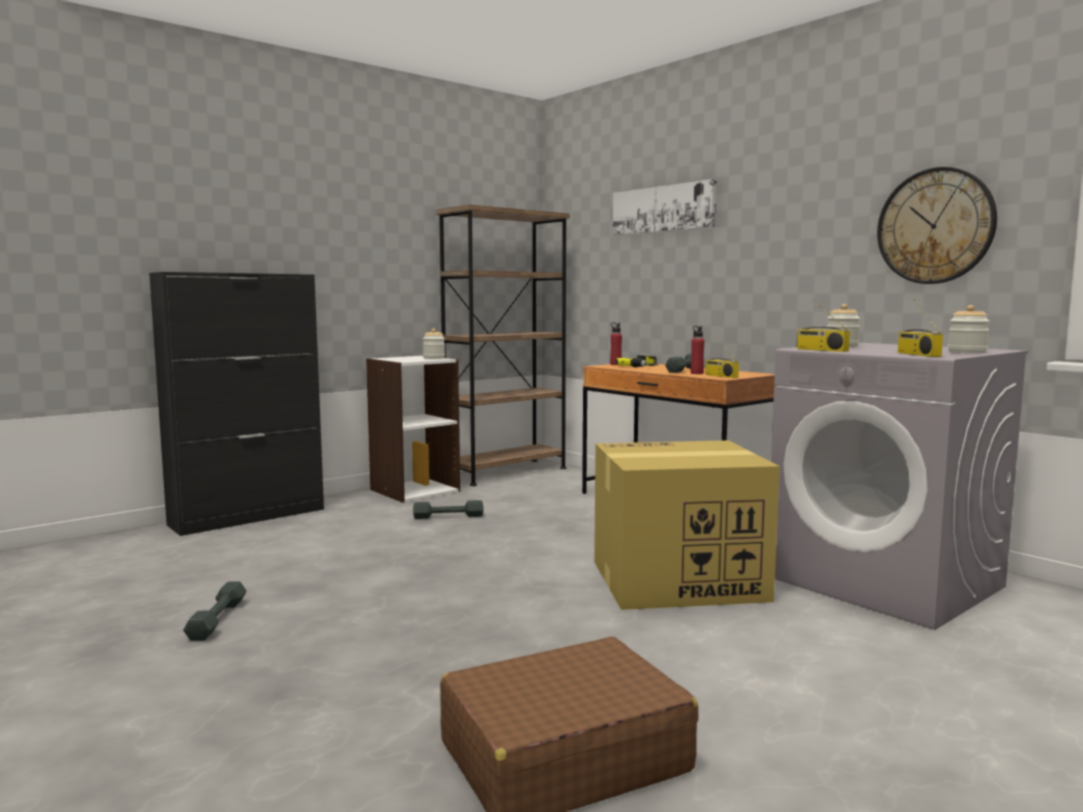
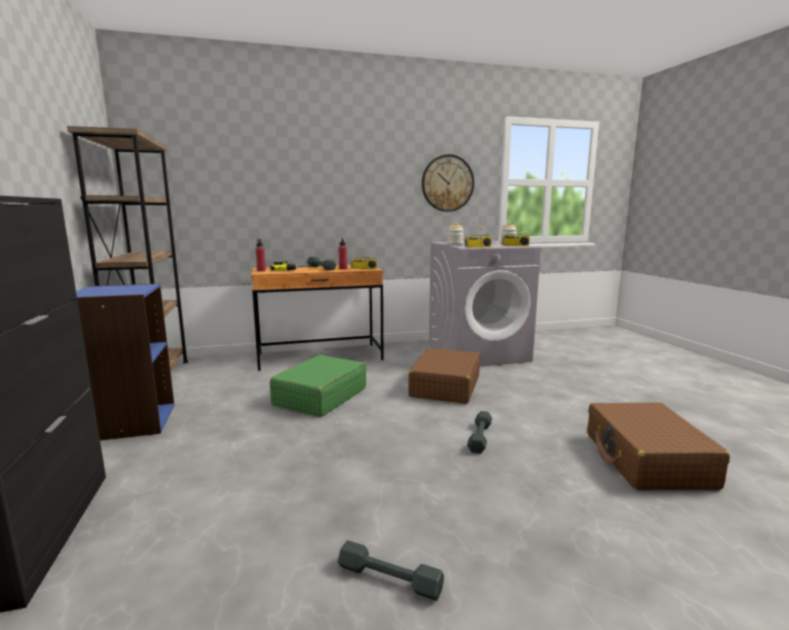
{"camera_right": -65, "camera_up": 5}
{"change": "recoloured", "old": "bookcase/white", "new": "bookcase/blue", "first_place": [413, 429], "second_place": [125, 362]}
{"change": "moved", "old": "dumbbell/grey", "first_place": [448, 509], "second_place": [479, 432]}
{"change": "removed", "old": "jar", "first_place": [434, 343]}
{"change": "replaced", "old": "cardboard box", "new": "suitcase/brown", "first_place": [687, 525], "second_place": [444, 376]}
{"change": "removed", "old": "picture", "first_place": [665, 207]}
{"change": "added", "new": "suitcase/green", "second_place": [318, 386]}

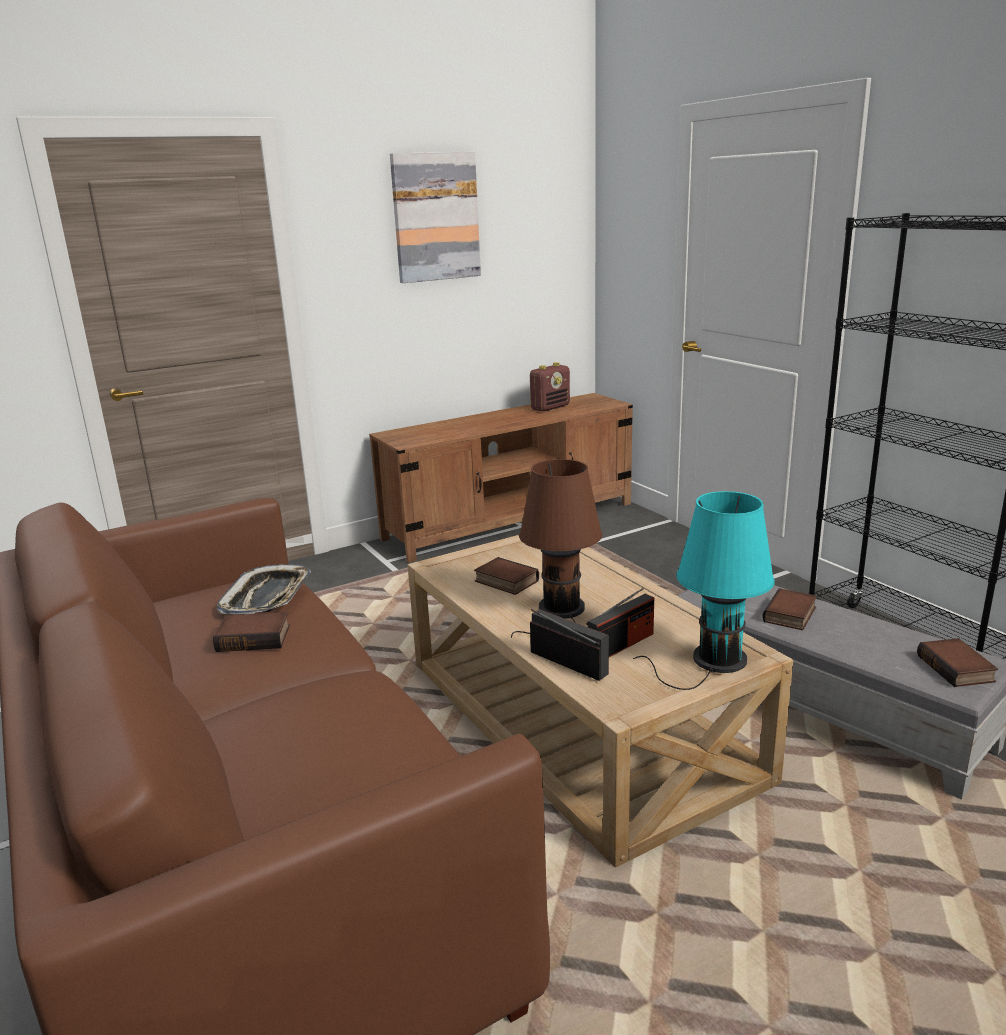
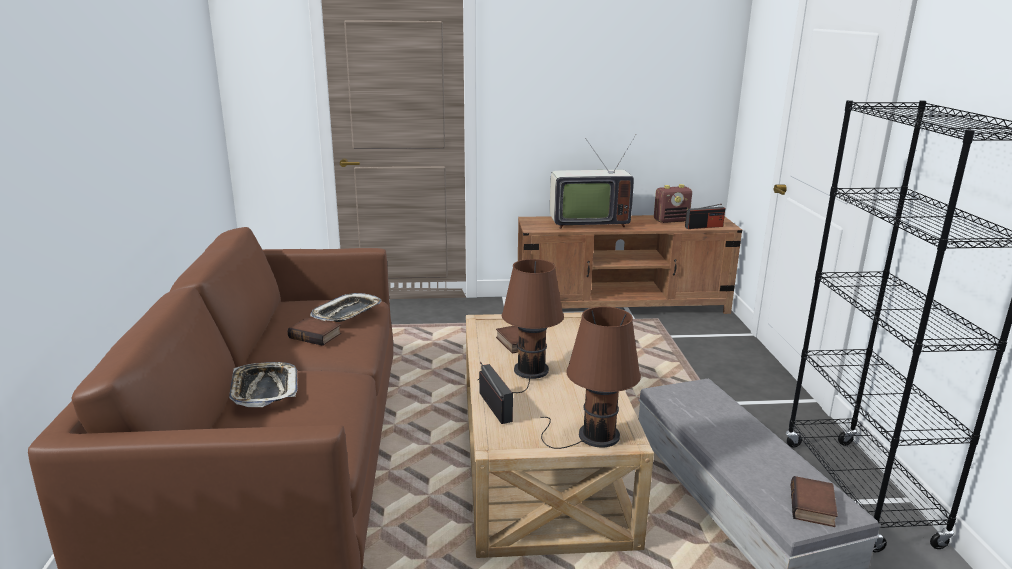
{"camera_right": 25, "camera_up": 0}
{"change": "removed", "old": "picture", "first_place": [435, 217]}
{"change": "moved", "old": "radio", "first_place": [620, 622], "second_place": [705, 216]}
{"change": "recoloured", "old": "table lamp/turquoise", "new": "table lamp/brown", "first_place": [704, 590], "second_place": [590, 378]}
{"change": "removed", "old": "book", "first_place": [789, 609]}
{"change": "added", "new": "tray", "second_place": [263, 384]}
{"change": "added", "new": "television", "second_place": [593, 182]}

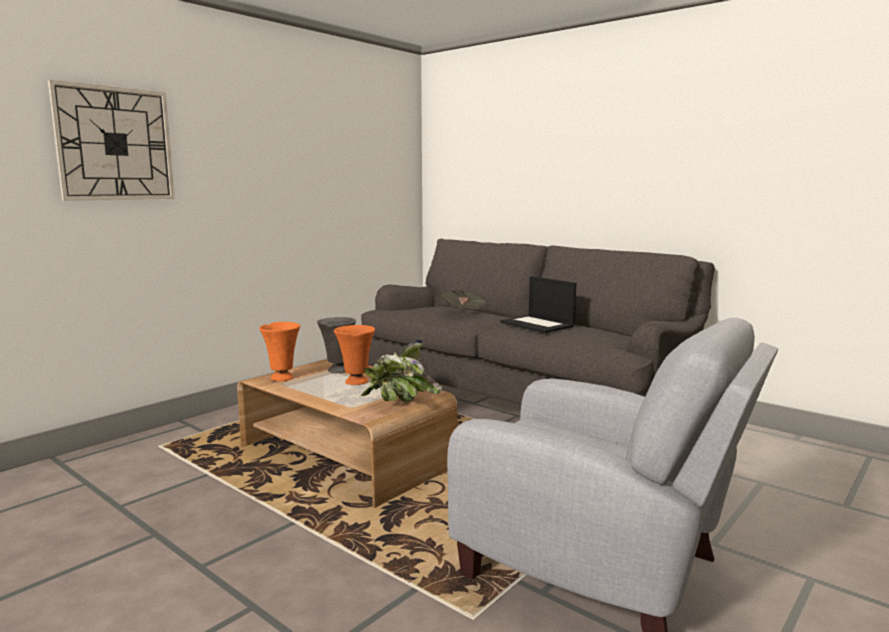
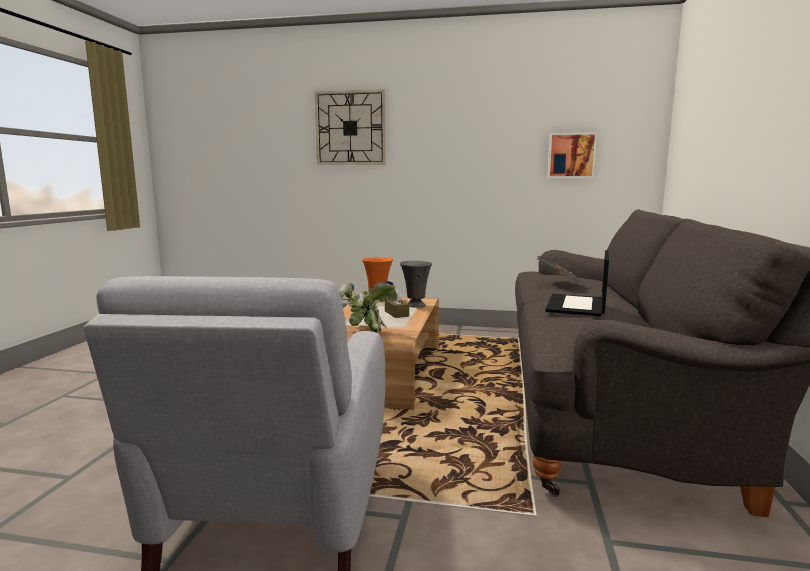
{"camera_right": 60, "camera_up": 0}
{"change": "replaced", "old": "vase/orange", "new": "tissue box/brown", "first_place": [354, 355], "second_place": [397, 304]}
{"change": "added", "new": "picture", "second_place": [572, 155]}

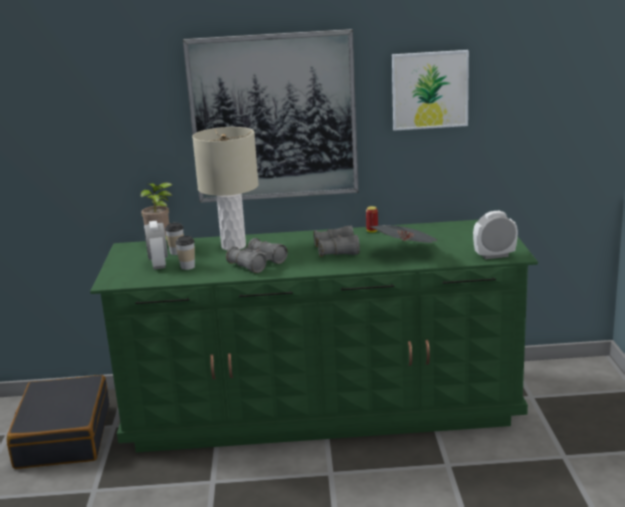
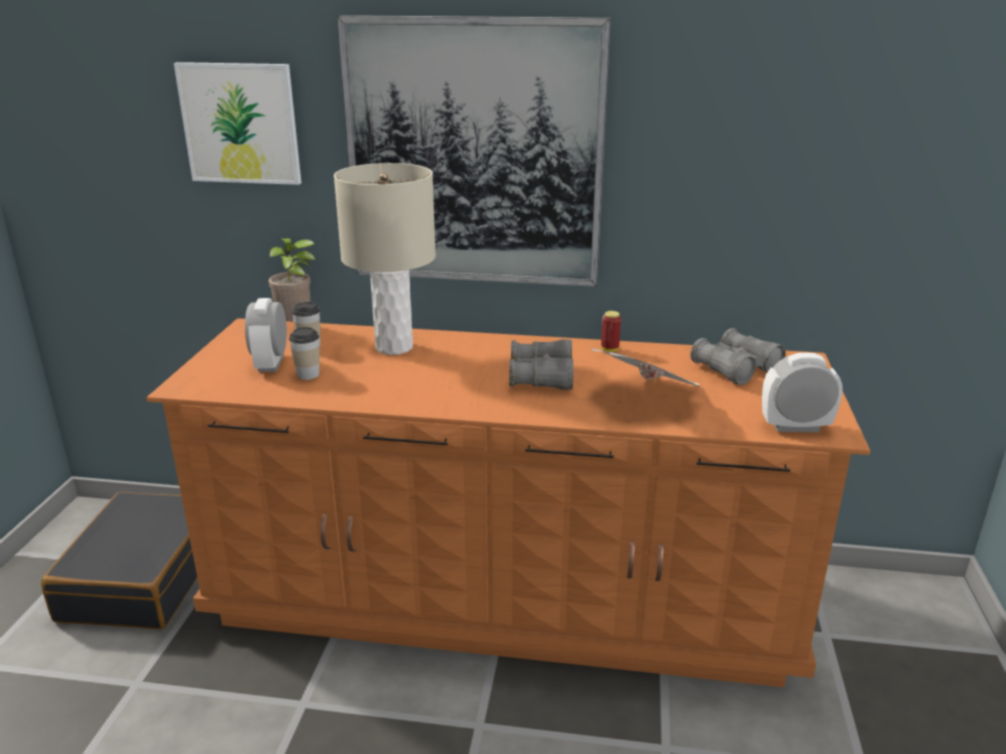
{"camera_right": 10, "camera_up": 5}
{"change": "recoloured", "old": "dresser/green", "new": "dresser/orange", "first_place": [314, 336], "second_place": [508, 502]}
{"change": "moved", "old": "binoculars/grey", "first_place": [257, 255], "second_place": [738, 356]}
{"change": "moved", "old": "picture", "first_place": [430, 90], "second_place": [237, 123]}

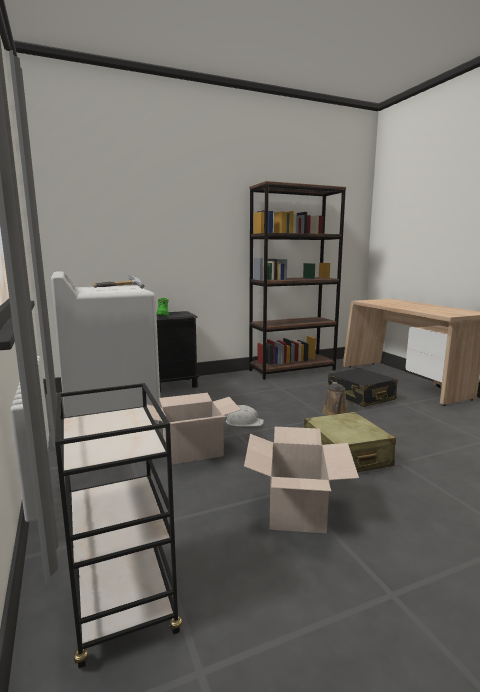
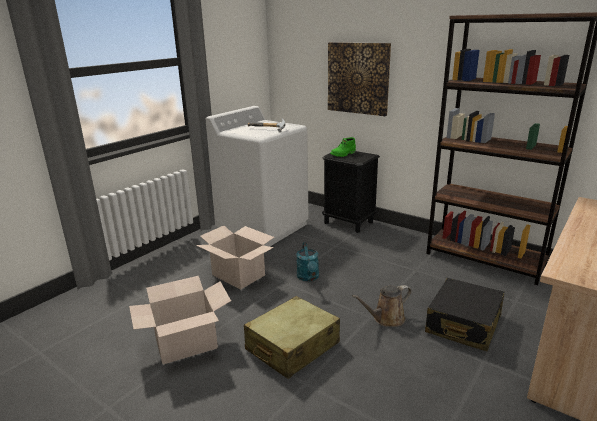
{"camera_right": 60, "camera_up": 10}
{"change": "removed", "old": "cart/black", "first_place": [118, 525]}
{"change": "replaced", "old": "hard hat/white", "new": "watering can/turquoise", "first_place": [243, 416], "second_place": [307, 261]}
{"change": "added", "new": "picture", "second_place": [359, 79]}

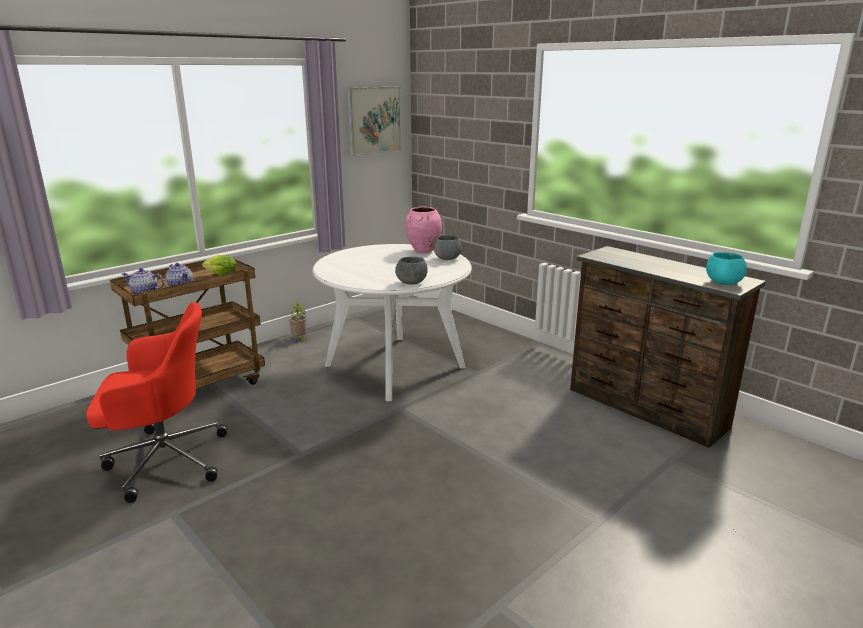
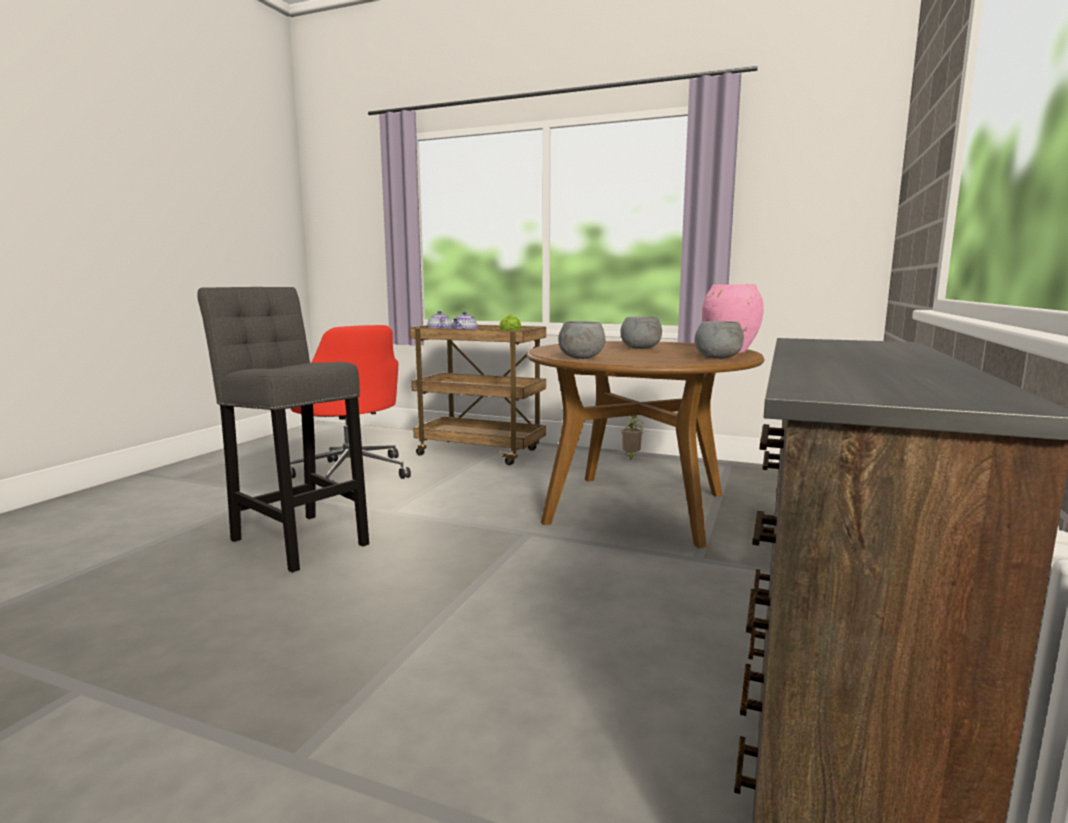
{"camera_right": 65, "camera_up": -10}
{"change": "recoloured", "old": "dining table/white", "new": "dining table/brown", "first_place": [392, 322], "second_place": [646, 444]}
{"change": "removed", "old": "picture", "first_place": [374, 121]}
{"change": "removed", "old": "bowl/turquoise", "first_place": [726, 268]}
{"change": "added", "new": "stool/grey", "second_place": [283, 429]}
{"change": "added", "new": "bowl/grey", "second_place": [641, 332]}

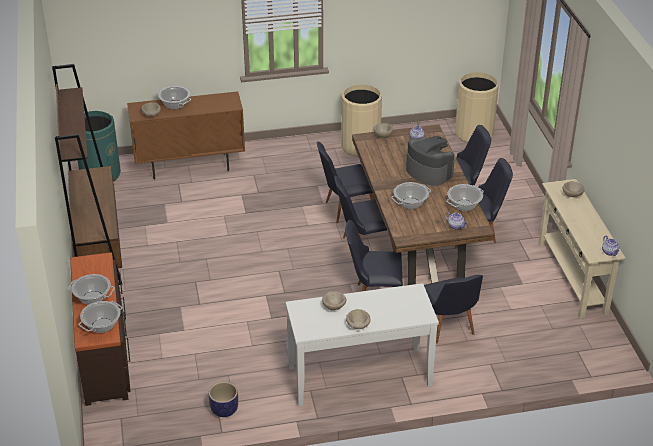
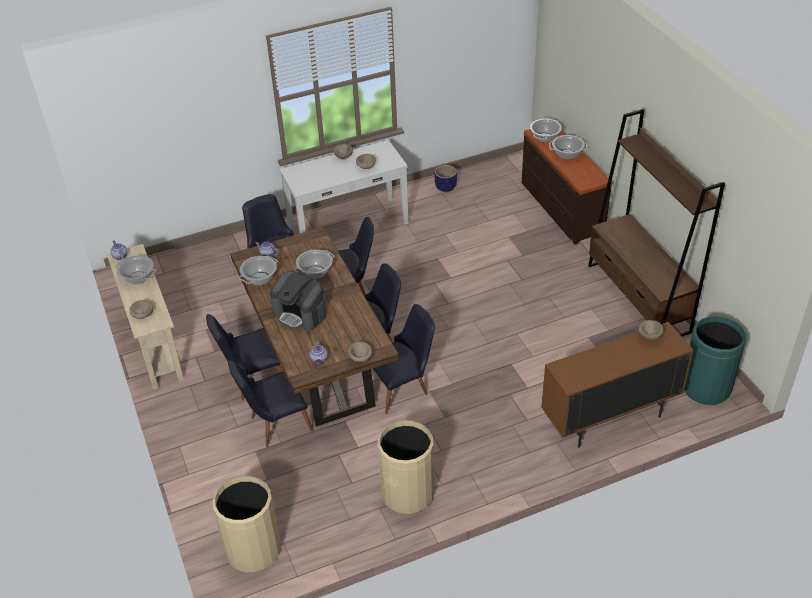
{"camera_right": 170, "camera_up": 5}
{"change": "moved", "old": "cooking pot", "first_place": [174, 97], "second_place": [135, 269]}

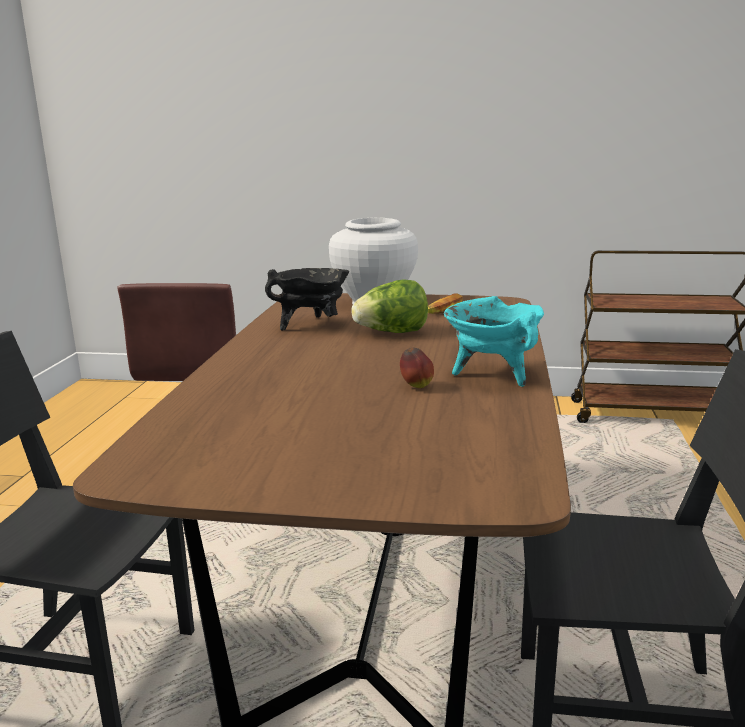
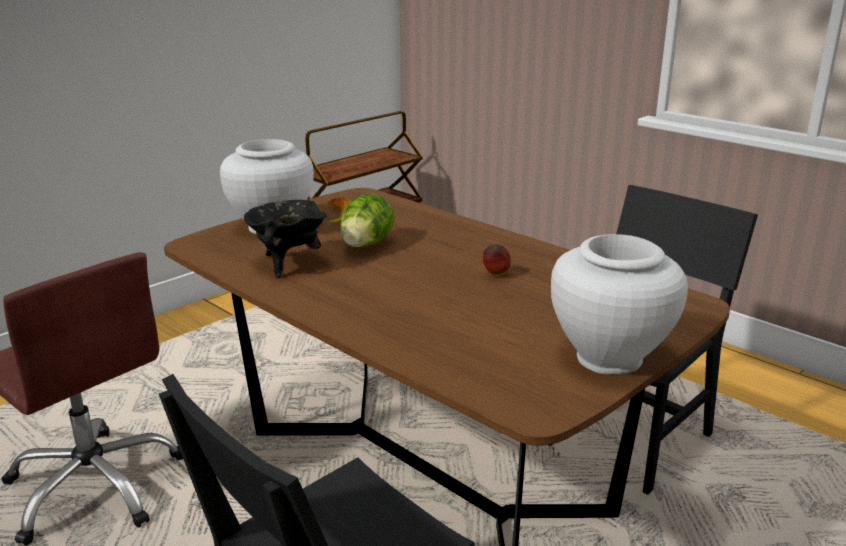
{"camera_right": -55, "camera_up": 5}
{"change": "removed", "old": "cooking pot/turquoise", "first_place": [494, 341]}
{"change": "added", "new": "vase/white", "second_place": [619, 304]}

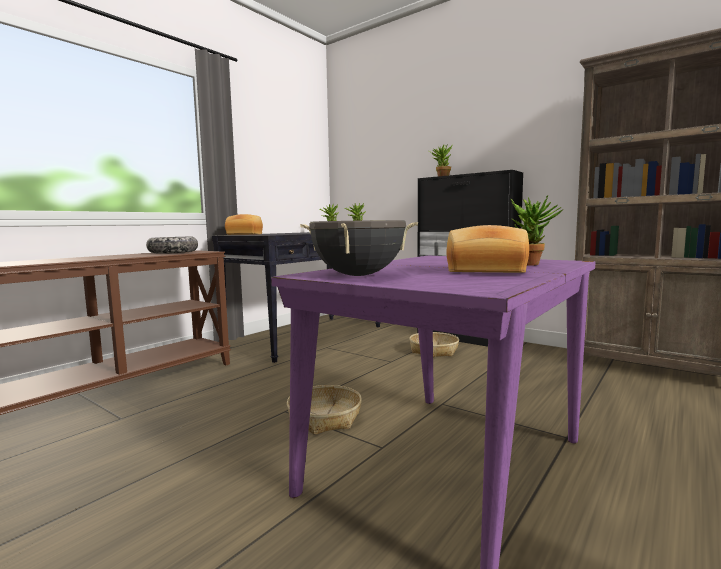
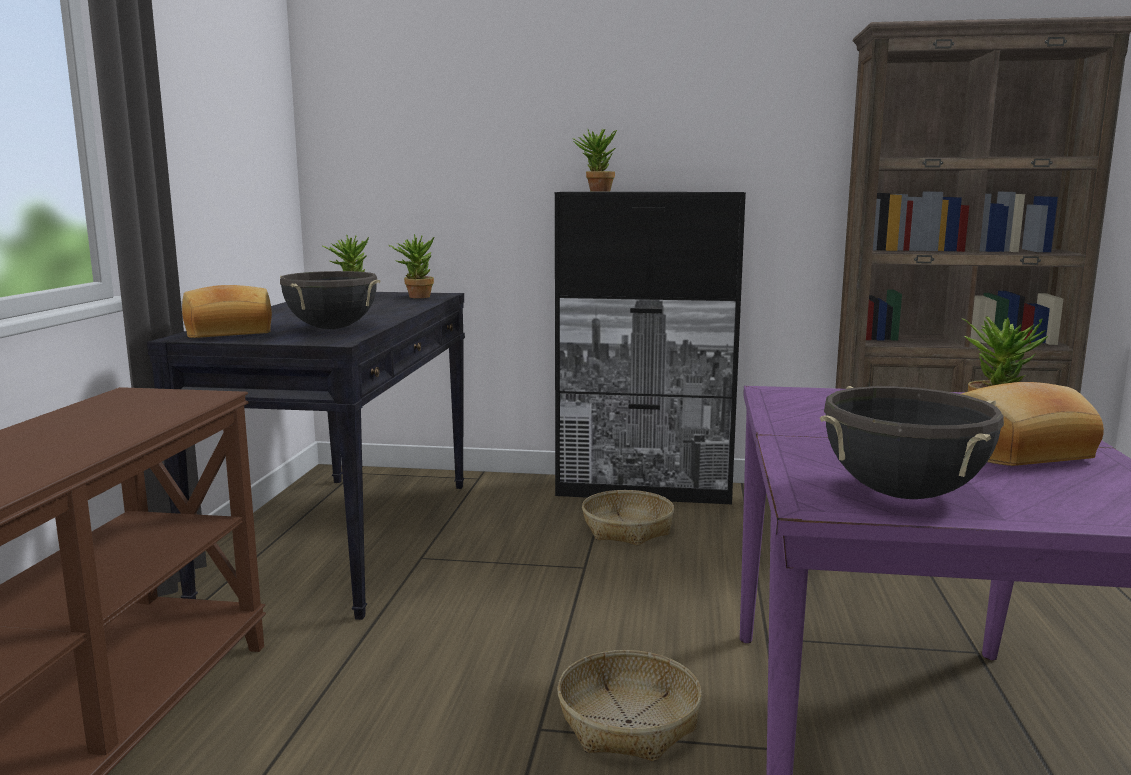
{"camera_right": -30, "camera_up": 5}
{"change": "removed", "old": "bowl", "first_place": [172, 245]}
{"change": "added", "new": "cooking pot/black", "second_place": [330, 300]}

